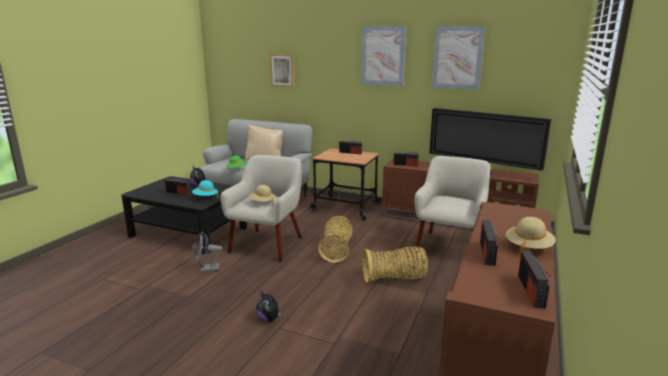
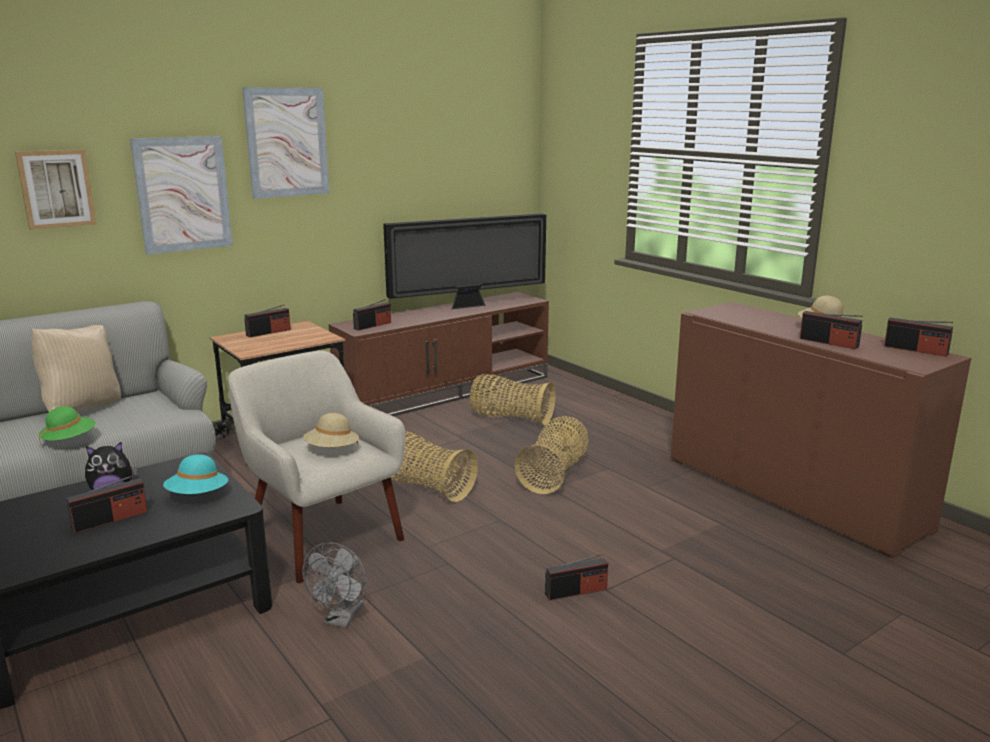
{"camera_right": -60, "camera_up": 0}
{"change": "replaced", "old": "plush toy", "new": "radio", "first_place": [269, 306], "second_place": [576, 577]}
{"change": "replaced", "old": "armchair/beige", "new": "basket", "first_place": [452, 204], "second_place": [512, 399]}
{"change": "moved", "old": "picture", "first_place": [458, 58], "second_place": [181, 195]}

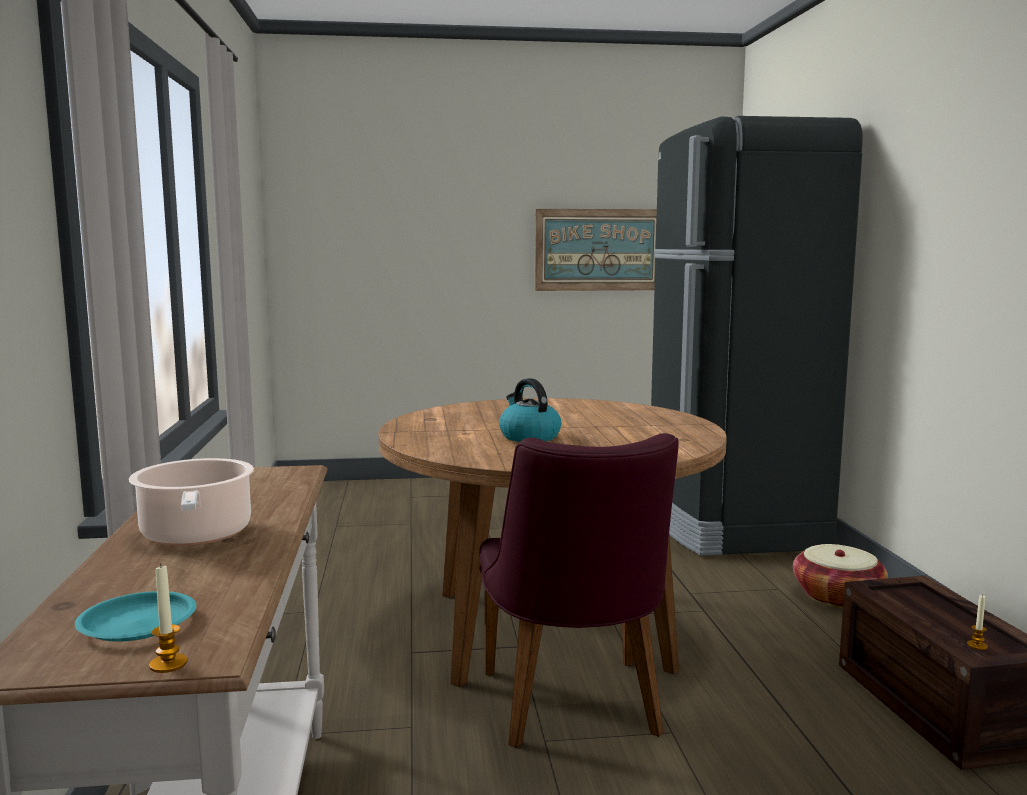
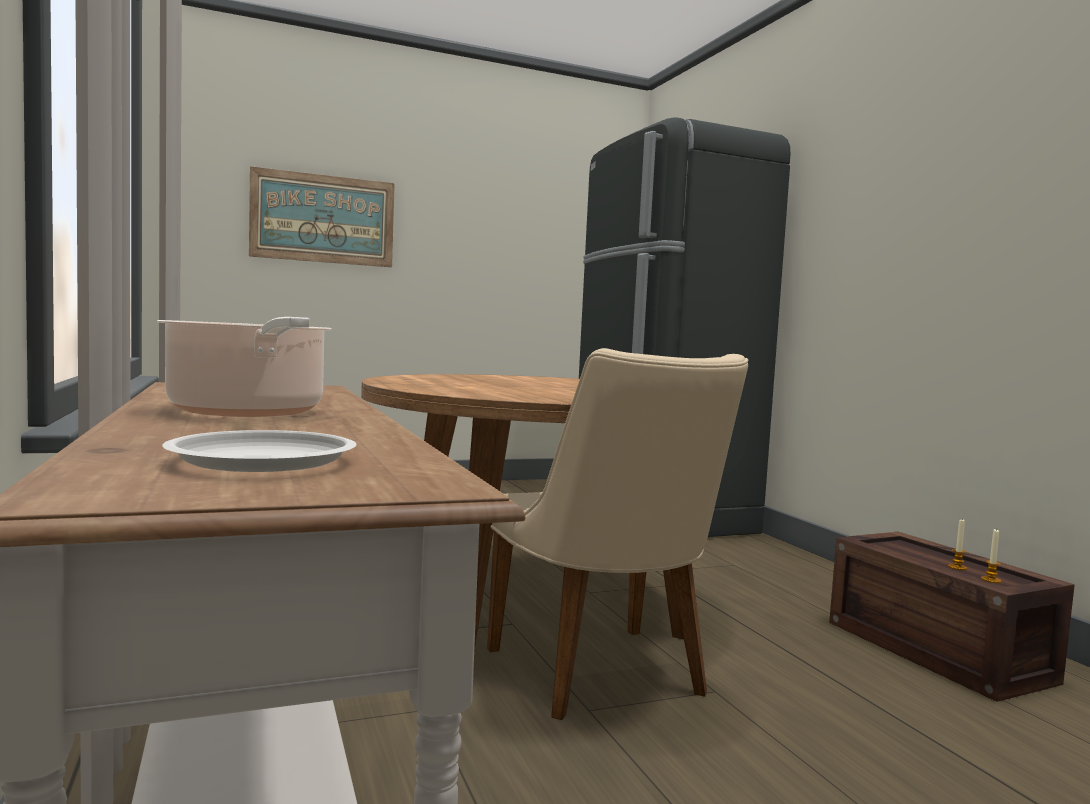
{"camera_right": -15, "camera_up": -5}
{"change": "recoloured", "old": "plate/turquoise", "new": "plate/white", "first_place": [135, 616], "second_place": [259, 451]}
{"change": "moved", "old": "candle", "first_place": [168, 618], "second_place": [957, 545]}
{"change": "recoloured", "old": "chair/purple", "new": "chair/beige", "first_place": [579, 590], "second_place": [617, 534]}
{"change": "removed", "old": "kettle", "first_place": [530, 410]}
{"change": "moved", "old": "picture", "first_place": [596, 250], "second_place": [322, 216]}
{"change": "removed", "old": "basket", "first_place": [840, 576]}

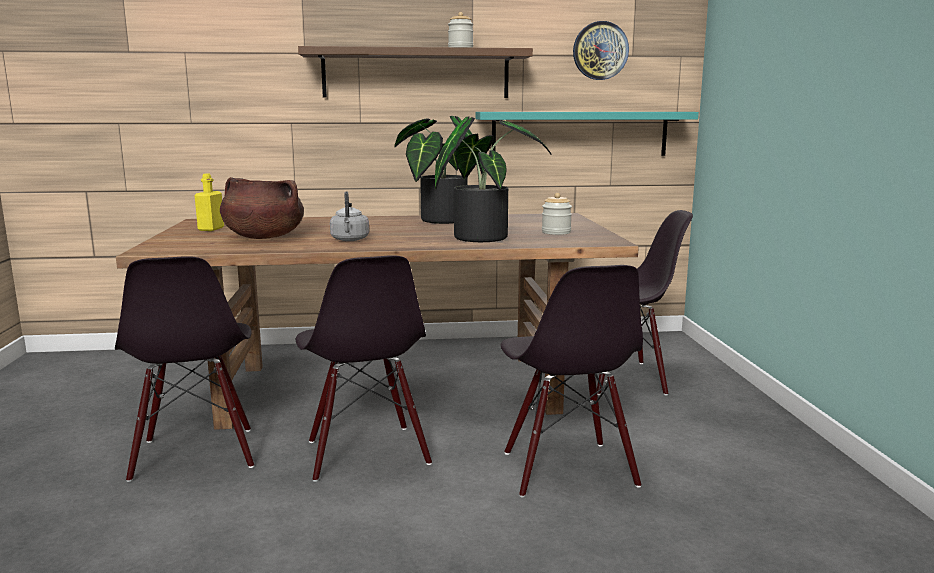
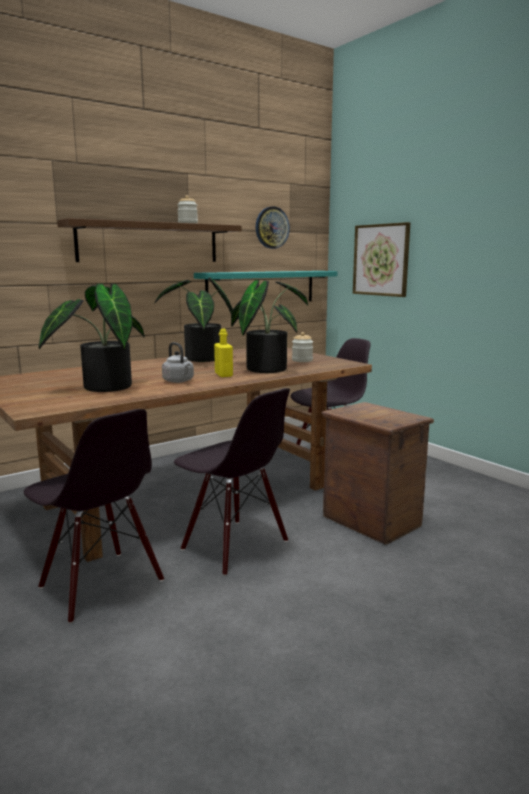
{"camera_right": -30, "camera_up": 0}
{"change": "moved", "old": "bottle/yellow", "first_place": [209, 202], "second_place": [223, 353]}
{"change": "replaced", "old": "cooking pot/brown", "new": "potted plant", "first_place": [262, 208], "second_place": [91, 337]}
{"change": "replaced", "old": "chair/black", "new": "crate", "first_place": [572, 381], "second_place": [378, 473]}
{"change": "added", "new": "picture", "second_place": [381, 259]}

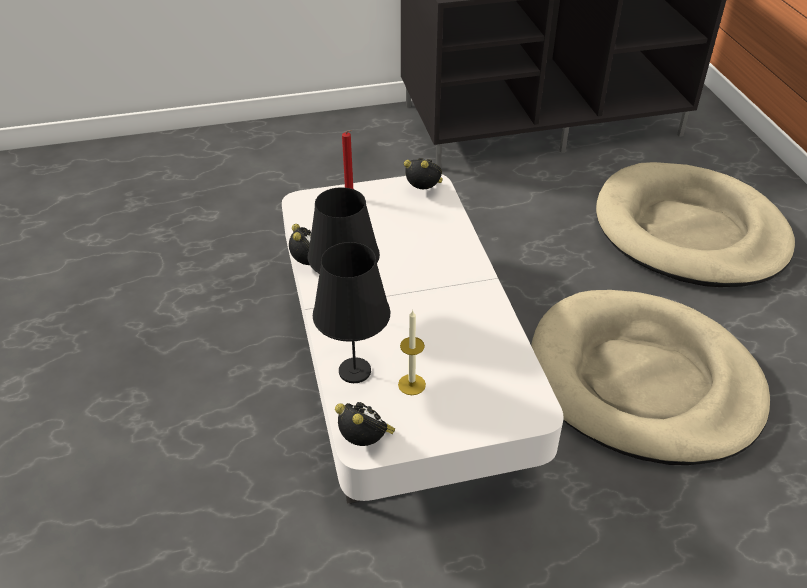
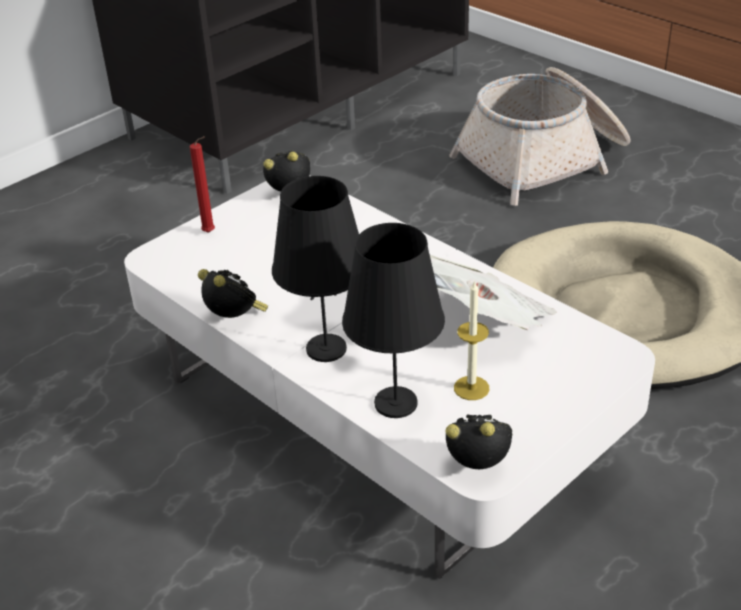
{"camera_right": -30, "camera_up": -5}
{"change": "replaced", "old": "dog bed/beige", "new": "basket", "first_place": [695, 224], "second_place": [540, 136]}
{"change": "added", "new": "newspaper", "second_place": [493, 292]}

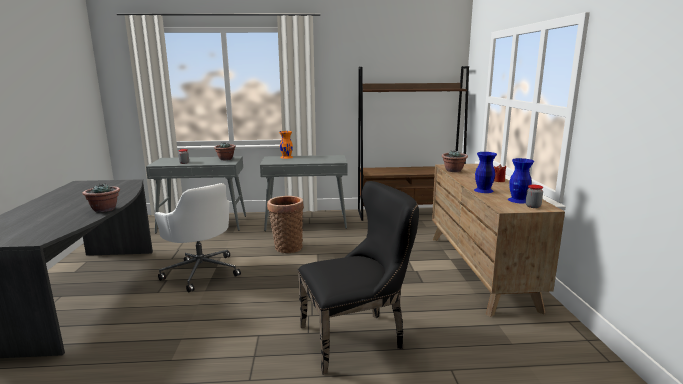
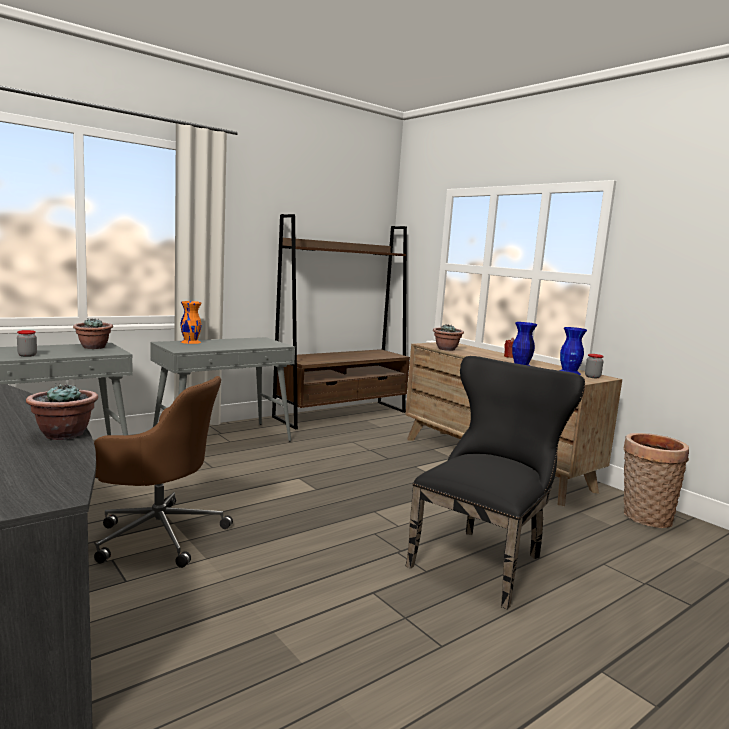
{"camera_right": -35, "camera_up": -5}
{"change": "recoloured", "old": "office chair/white", "new": "office chair/brown", "first_place": [197, 237], "second_place": [163, 472]}
{"change": "moved", "old": "basket", "first_place": [285, 224], "second_place": [656, 480]}

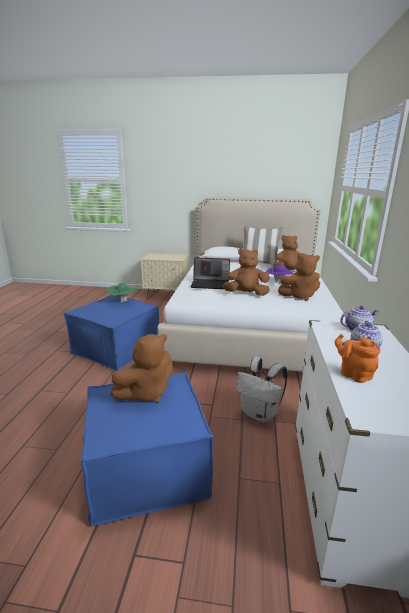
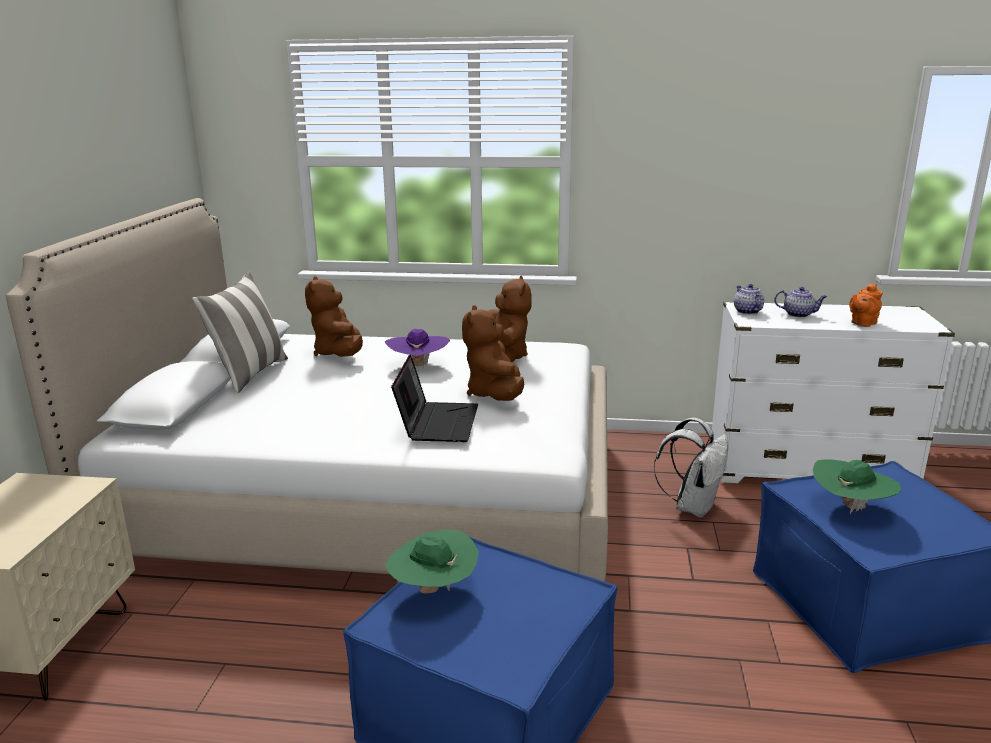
{"camera_right": -90, "camera_up": 0}
{"change": "replaced", "old": "plush toy/brown", "new": "hat/green", "first_place": [142, 368], "second_place": [857, 486]}

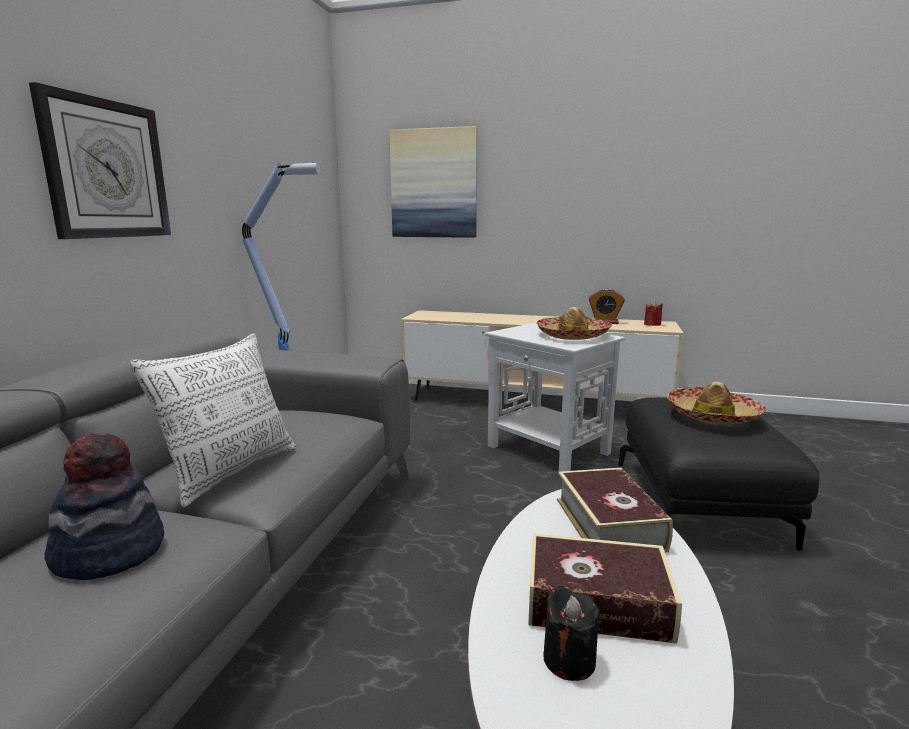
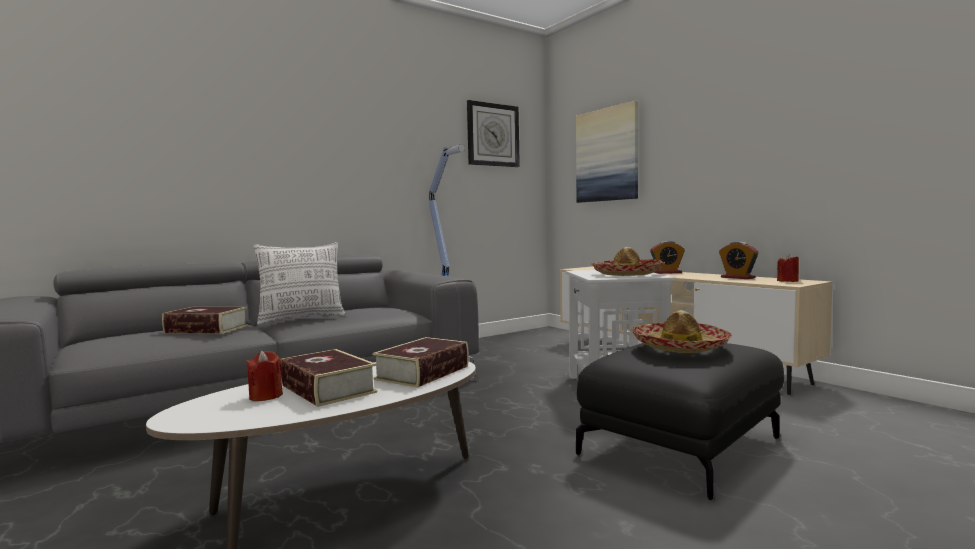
{"camera_right": 40, "camera_up": -10}
{"change": "moved", "old": "wall clock", "first_place": [100, 160], "second_place": [493, 133]}
{"change": "replaced", "old": "hat", "new": "book", "first_place": [104, 506], "second_place": [205, 320]}
{"change": "recoloured", "old": "candle/black", "new": "candle/red", "first_place": [572, 633], "second_place": [264, 376]}
{"change": "added", "new": "alarm clock", "second_place": [667, 257]}

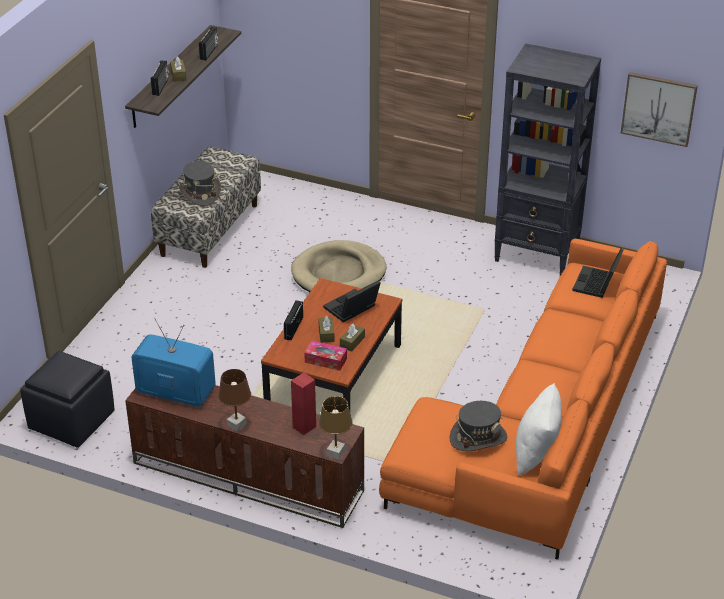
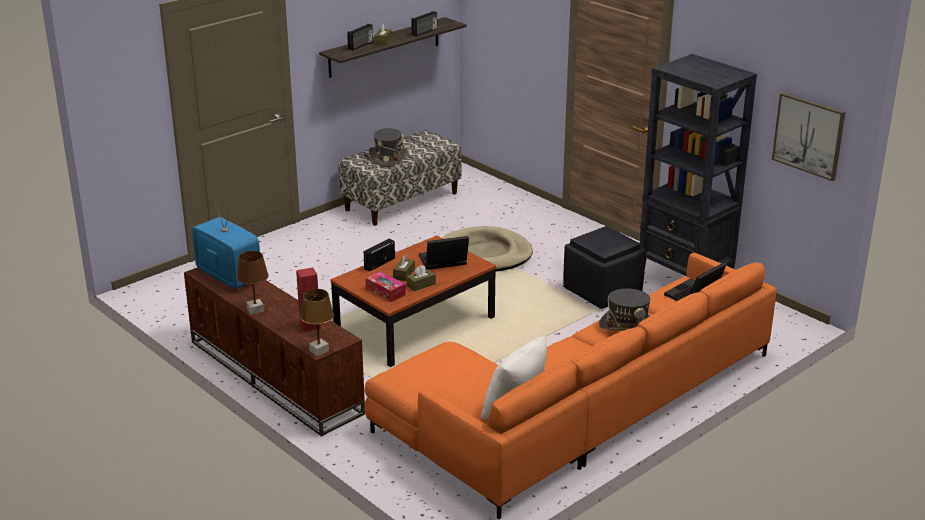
{"camera_right": 25, "camera_up": -10}
{"change": "moved", "old": "ottoman/black", "first_place": [67, 399], "second_place": [604, 267]}
{"change": "moved", "old": "hat/grey", "first_place": [478, 426], "second_place": [625, 310]}

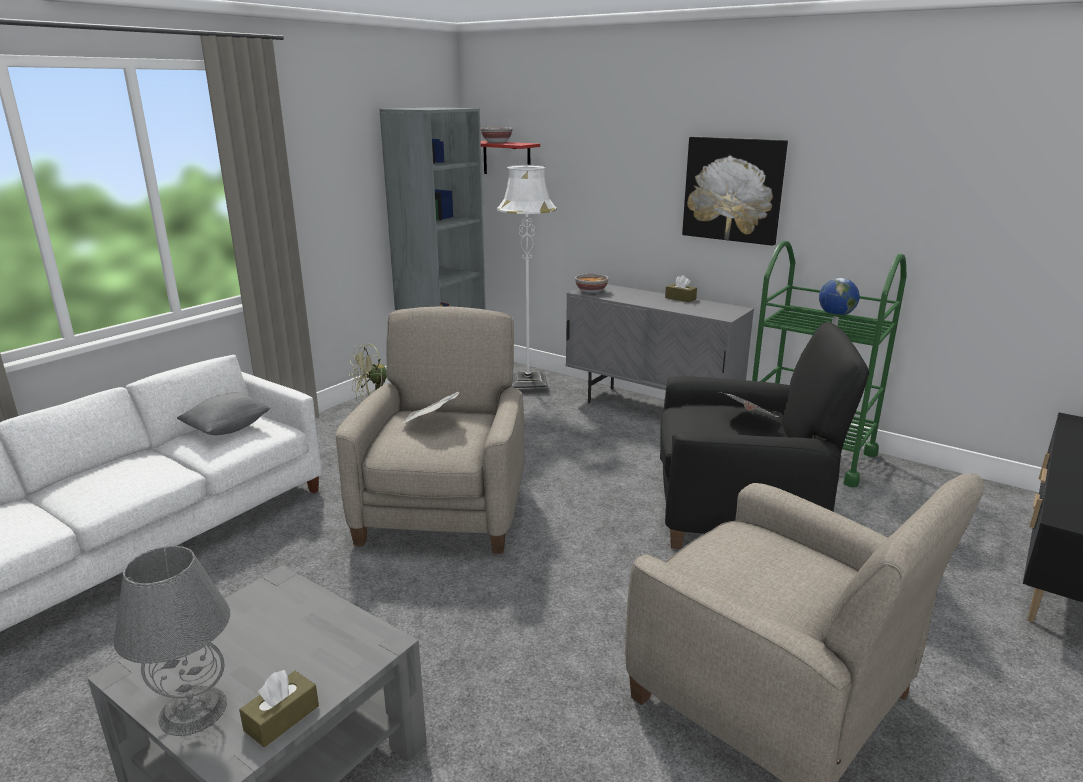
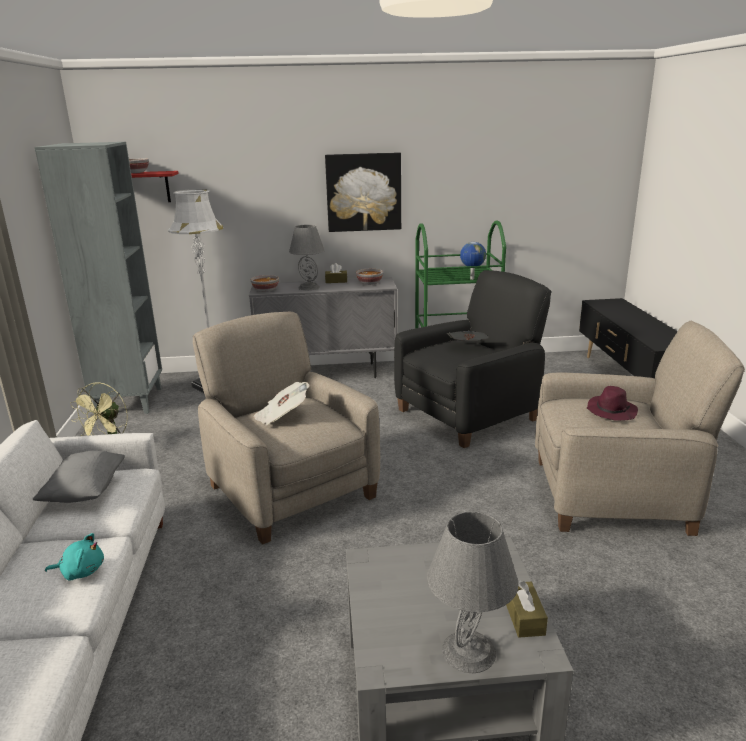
{"camera_right": -40, "camera_up": 0}
{"change": "added", "new": "plush toy/turquoise", "second_place": [74, 557]}
{"change": "added", "new": "table lamp/grey", "second_place": [307, 257]}
{"change": "added", "new": "bowl", "second_place": [369, 277]}
{"change": "added", "new": "hat/purple", "second_place": [612, 403]}

